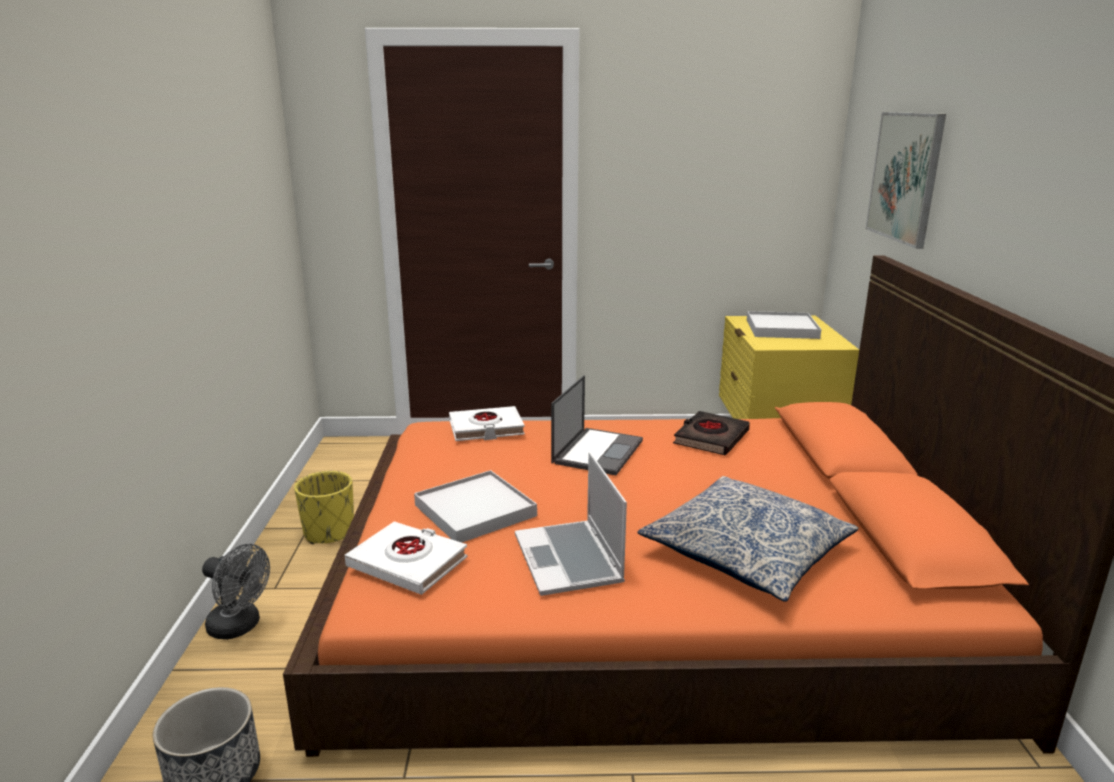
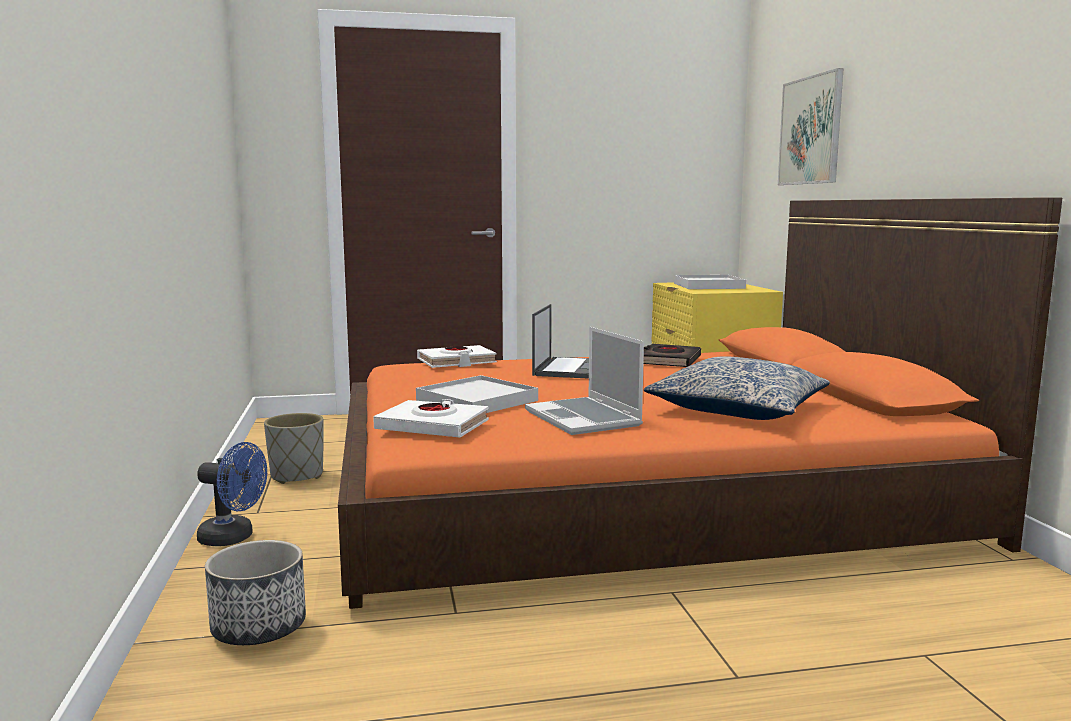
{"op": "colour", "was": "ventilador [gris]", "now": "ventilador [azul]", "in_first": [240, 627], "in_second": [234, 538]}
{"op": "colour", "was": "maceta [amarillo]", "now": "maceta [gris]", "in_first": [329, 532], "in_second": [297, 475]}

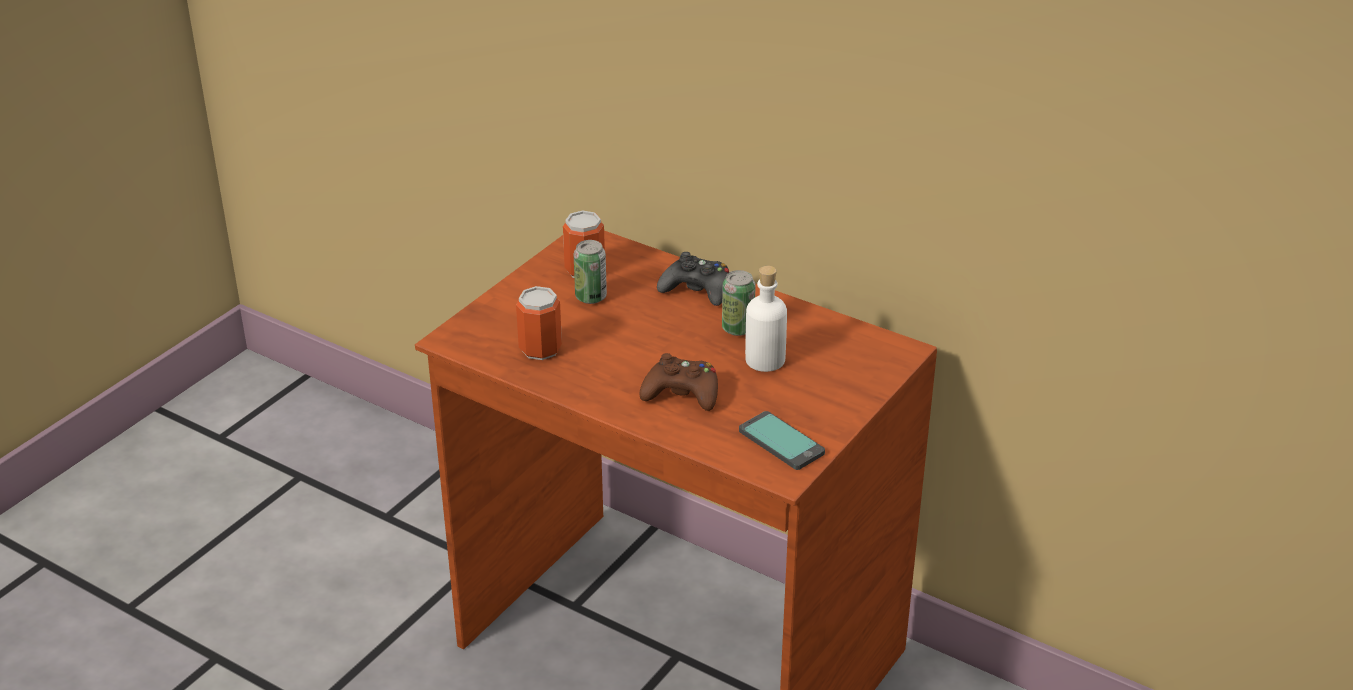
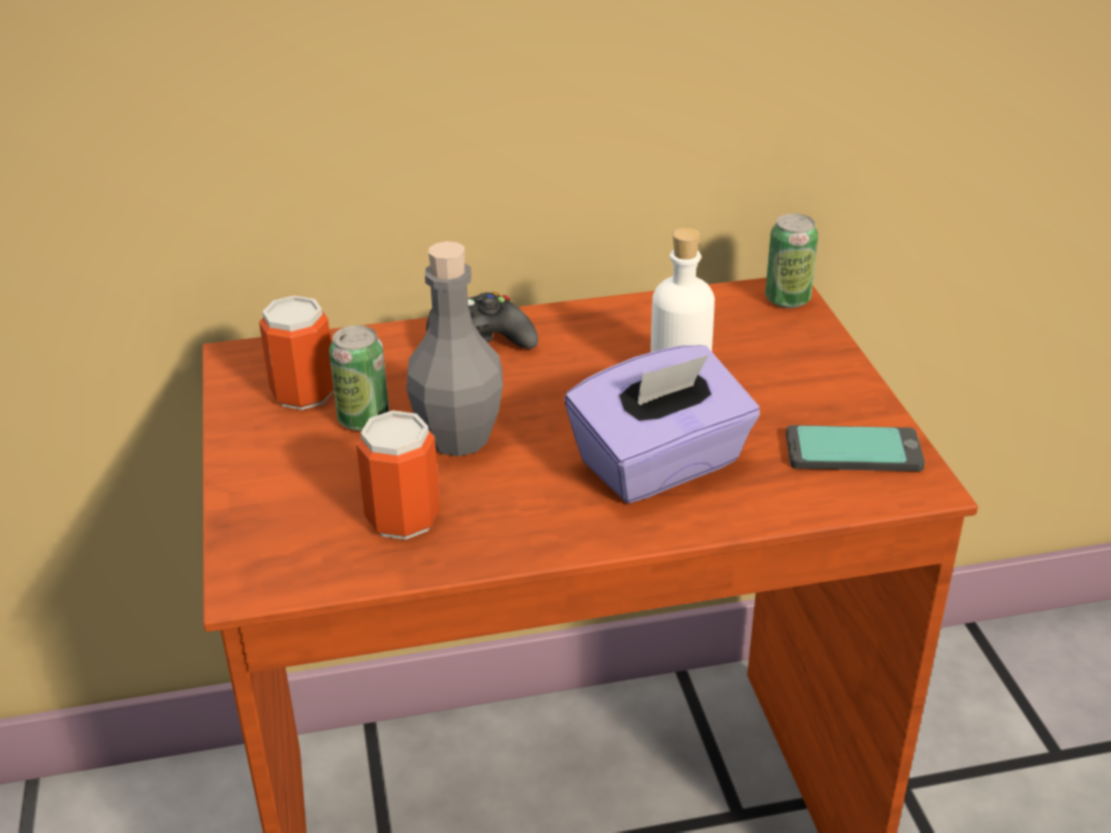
{"op": "exchanged", "was": "mando de consola [marrón]", "now": "caja de pañuelos [morado]", "in_first": [682, 393], "in_second": [661, 465]}
{"op": "relocated", "was": "lata", "in_first": [738, 328], "in_second": [787, 299]}
{"op": "appeared", "now": "botella [gris]", "in_second": [458, 438]}

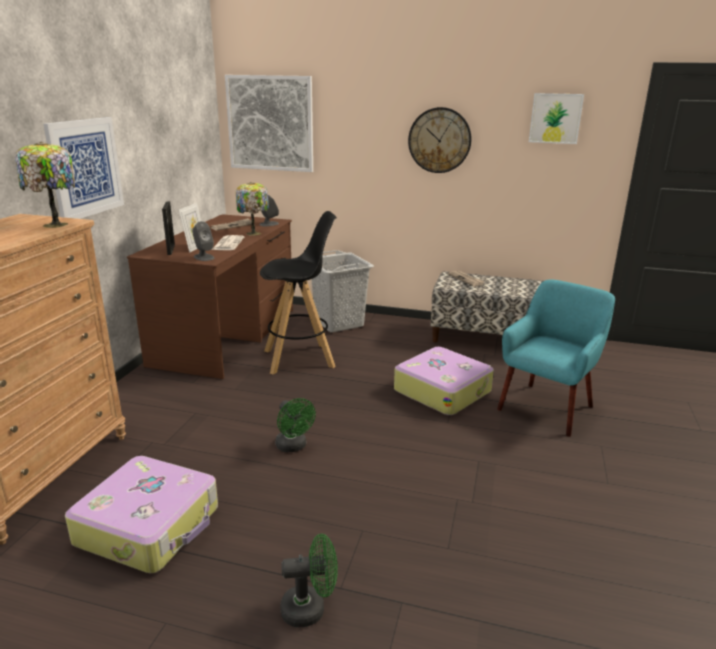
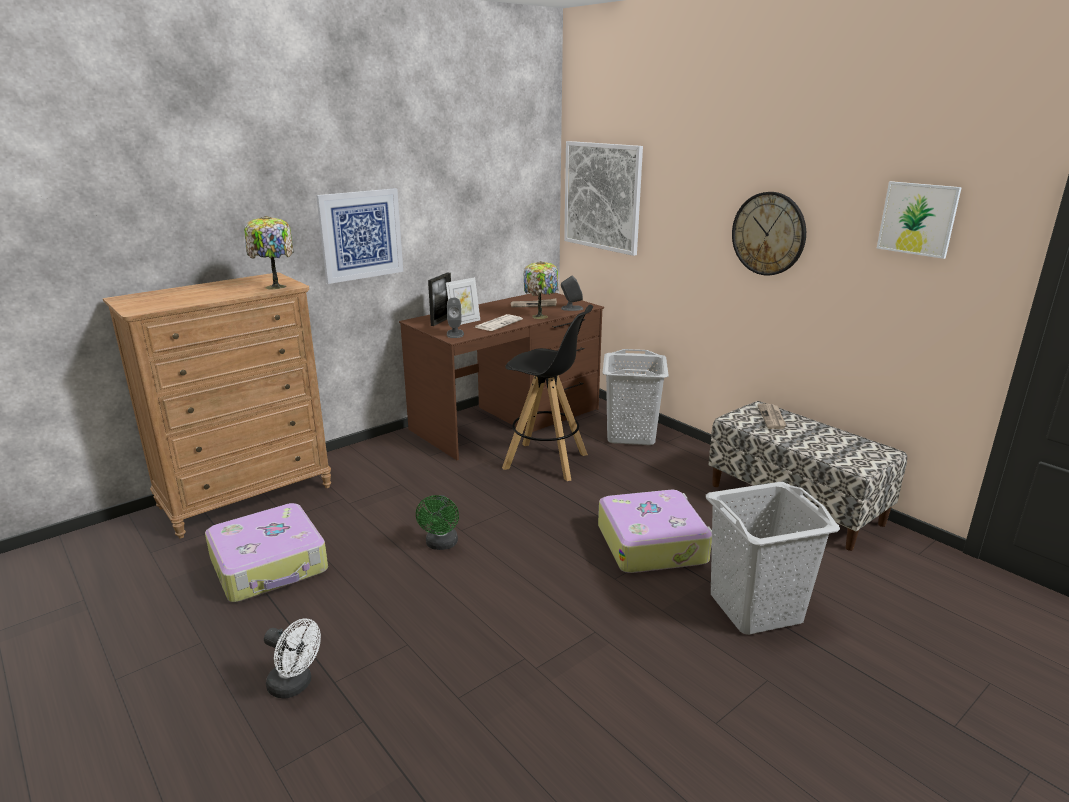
{"op": "colour", "was": "ventilador [verde]", "now": "ventilador [blanco]", "in_first": [310, 608], "in_second": [295, 685]}
{"op": "exchanged", "was": "sillón [turquesa]", "now": "cesto de la ropa [gris]", "in_first": [547, 408], "in_second": [756, 608]}

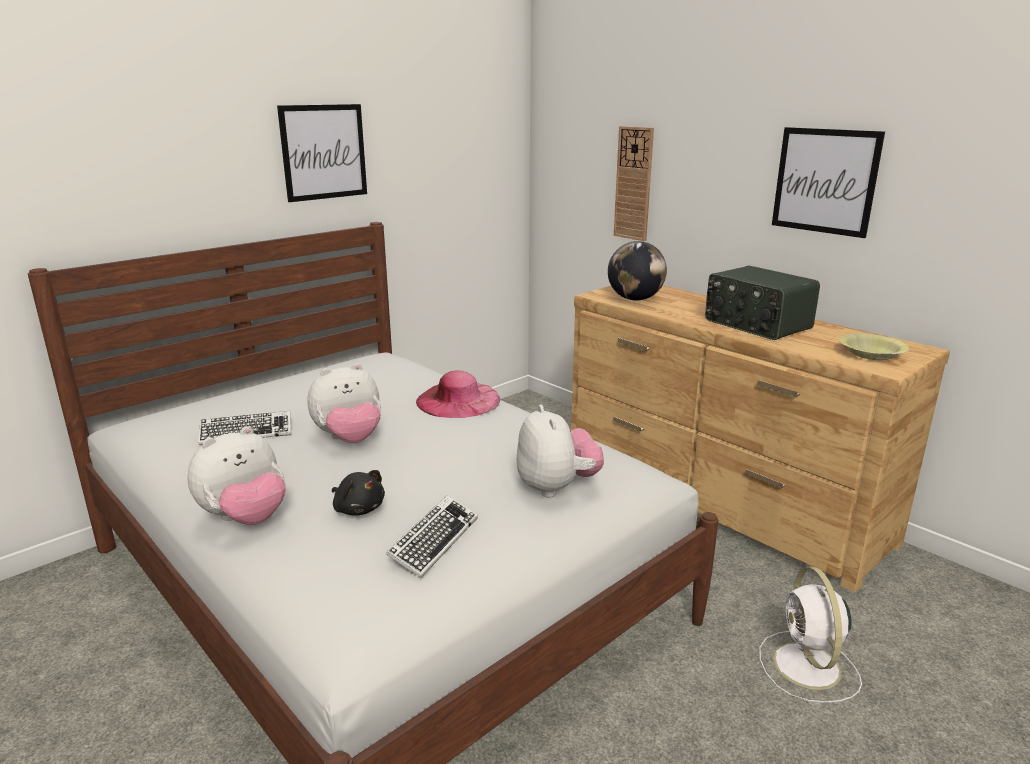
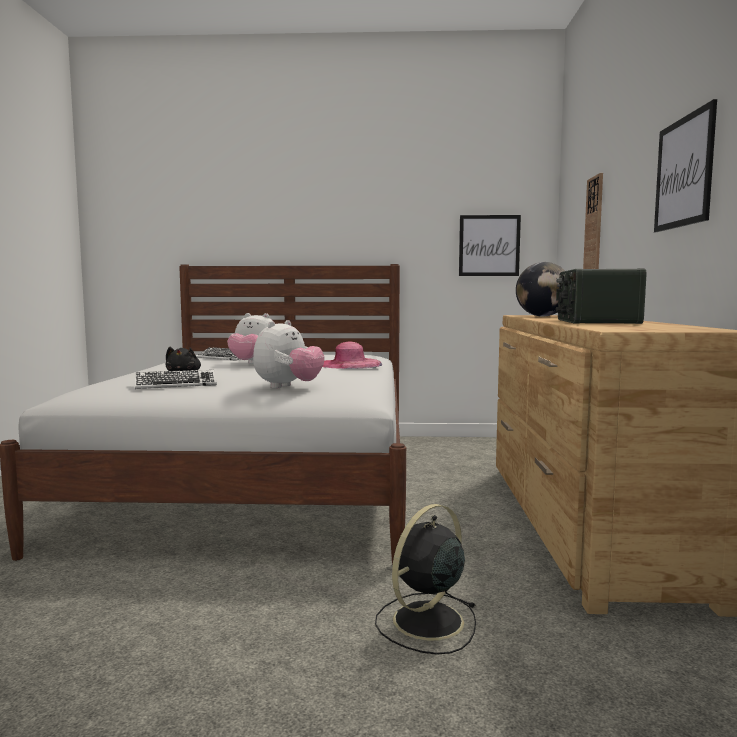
{"op": "missing", "was": "peluche", "in_first": [245, 518]}
{"op": "relocated", "was": "cuadro", "in_first": [324, 152], "in_second": [489, 245]}
{"op": "colour", "was": "ventilador [blanco]", "now": "ventilador [negro]", "in_first": [808, 668], "in_second": [426, 622]}
{"op": "missing", "was": "cuenco [amarillo]", "in_first": [871, 355]}

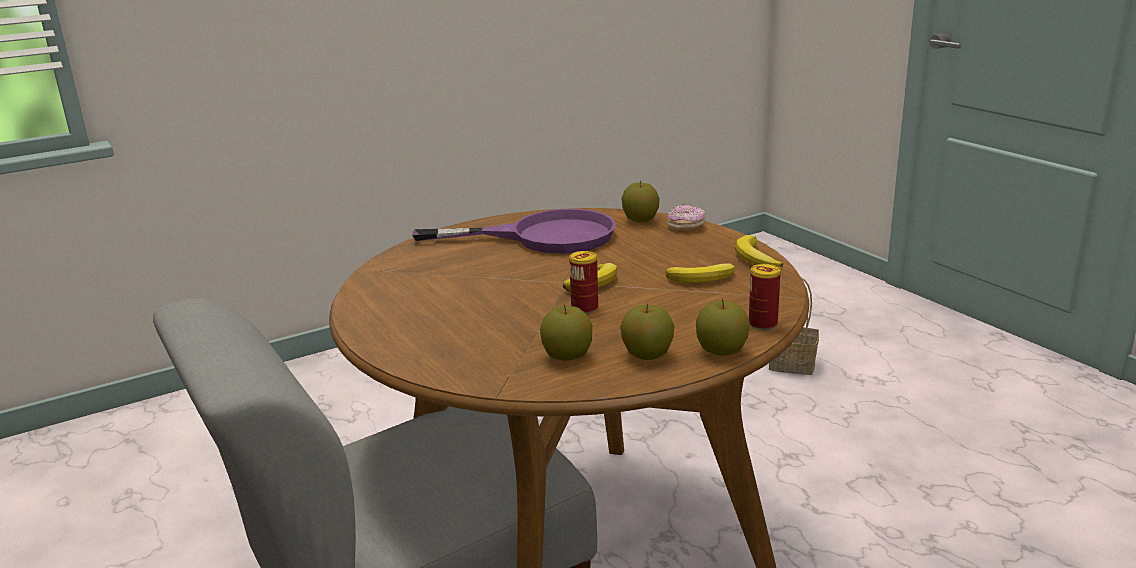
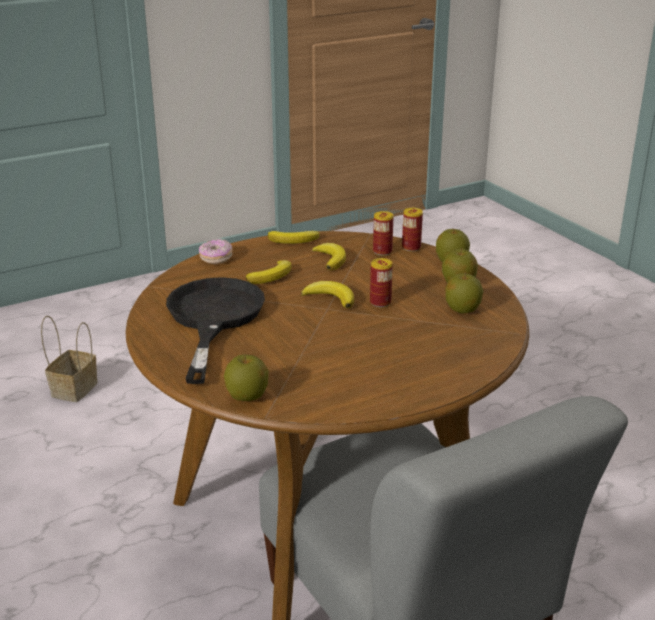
{"op": "colour", "was": "sartén [morado]", "now": "sartén [negro]", "in_first": [543, 237], "in_second": [213, 318]}
{"op": "relocated", "was": "manzana", "in_first": [640, 220], "in_second": [247, 396]}
{"op": "appeared", "now": "plátano", "in_second": [272, 276]}
{"op": "appeared", "now": "lata", "in_second": [382, 251]}

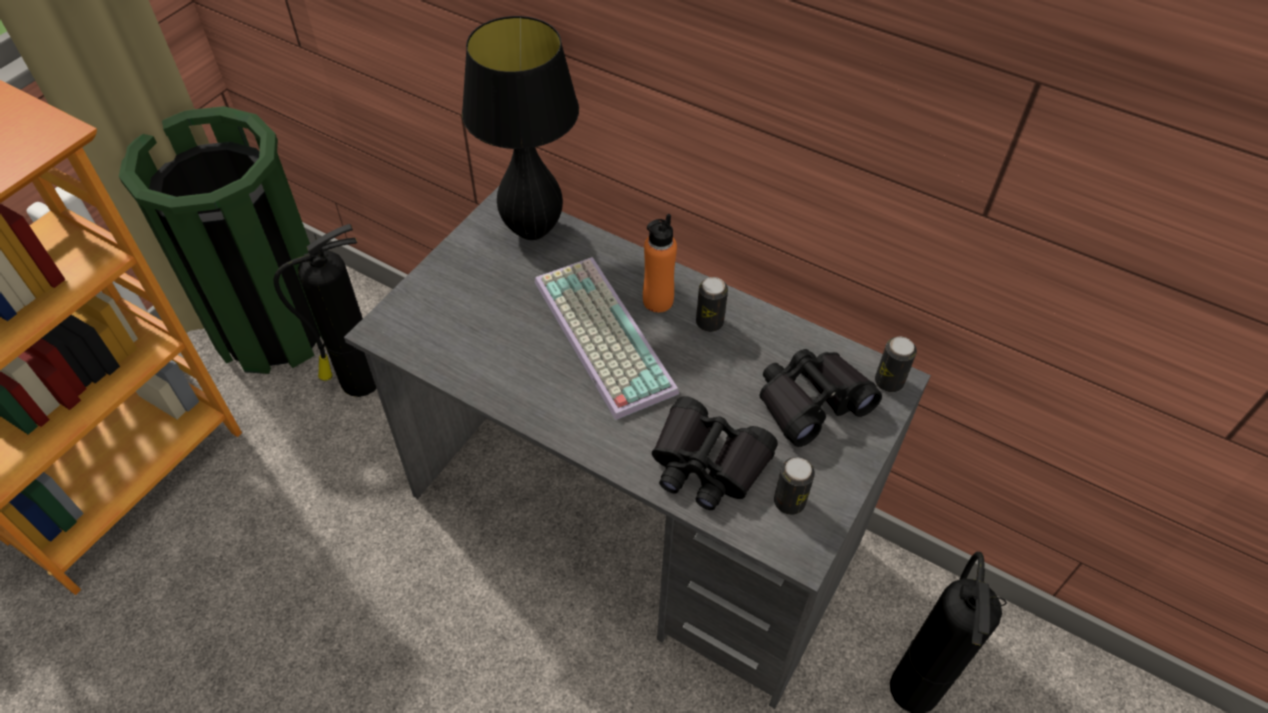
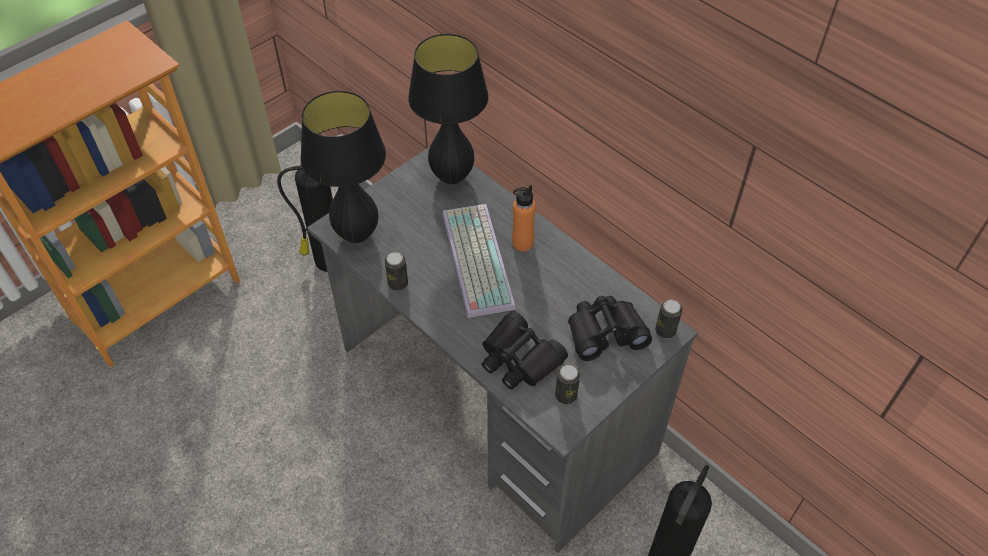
{"op": "missing", "was": "papelera [verde]", "in_first": [275, 326]}
{"op": "relocated", "was": "lata", "in_first": [709, 322], "in_second": [398, 283]}
{"op": "appeared", "now": "lámpara de mesa [negro]", "in_second": [356, 235]}

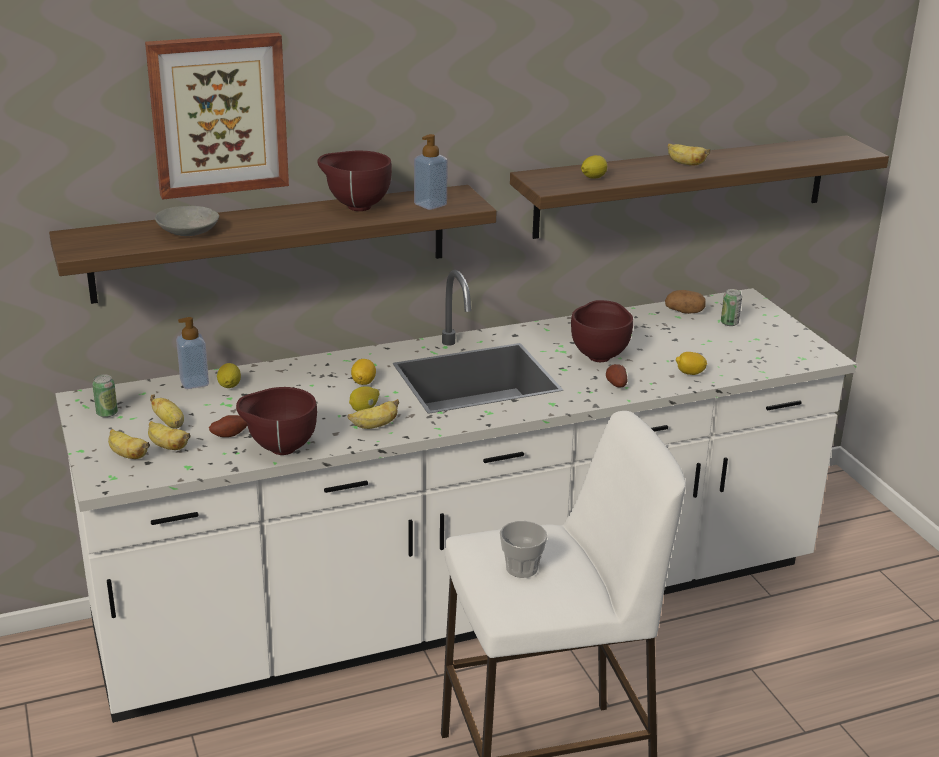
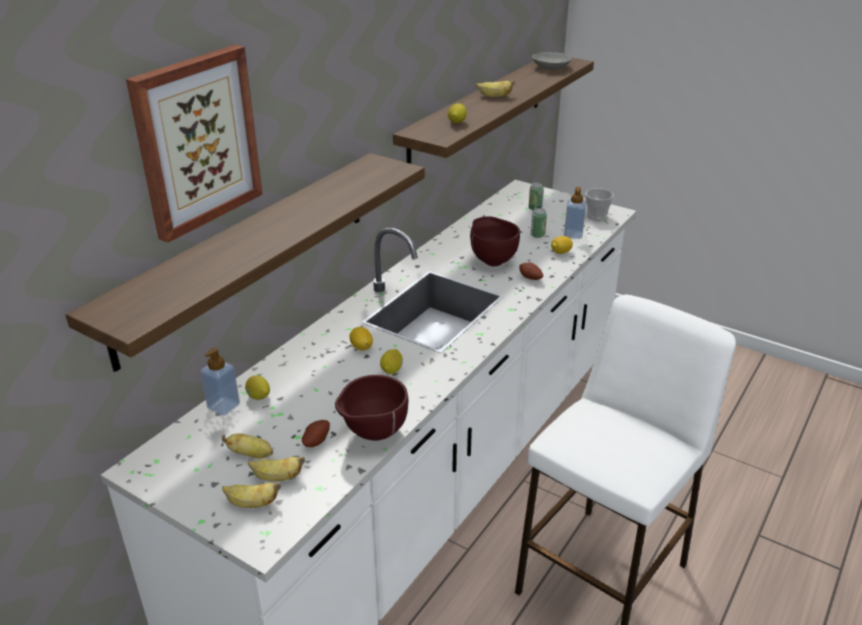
{"op": "relocated", "was": "lata", "in_first": [107, 413], "in_second": [537, 235]}
{"op": "relocated", "was": "cuenco [gris]", "in_first": [189, 231], "in_second": [551, 67]}
{"op": "missing", "was": "cuenco [marrón]", "in_first": [355, 207]}
{"op": "missing", "was": "plátano", "in_first": [374, 426]}
{"op": "relocated", "was": "dispensador de jabón", "in_first": [430, 204], "in_second": [573, 234]}
{"op": "relocated", "was": "taza", "in_first": [521, 568], "in_second": [596, 216]}
{"op": "missing", "was": "patata", "in_first": [684, 312]}

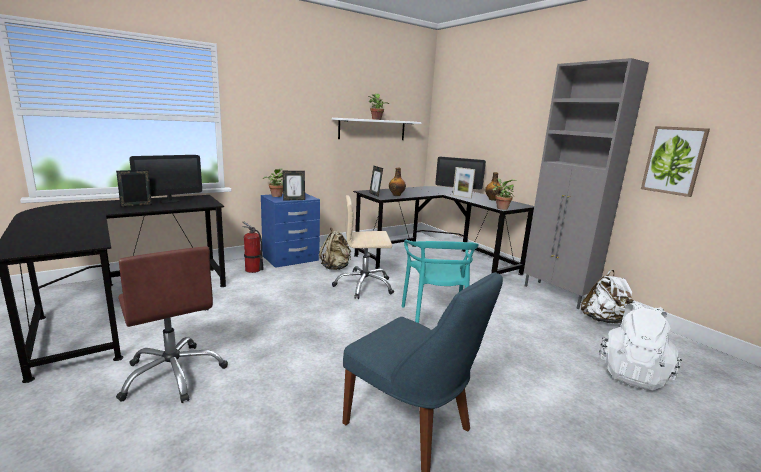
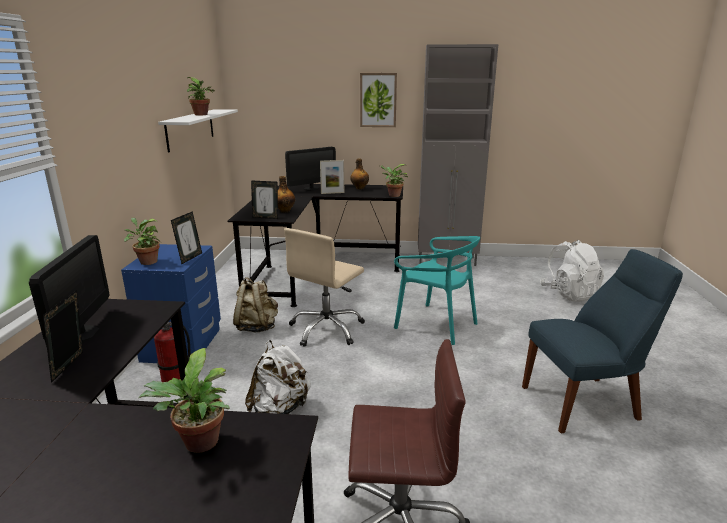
{"op": "relocated", "was": "mochila [blanco]", "in_first": [604, 320], "in_second": [279, 408]}
{"op": "relocated", "was": "cuadro", "in_first": [674, 160], "in_second": [378, 100]}
{"op": "appeared", "now": "planta en maceta", "in_second": [199, 445]}

